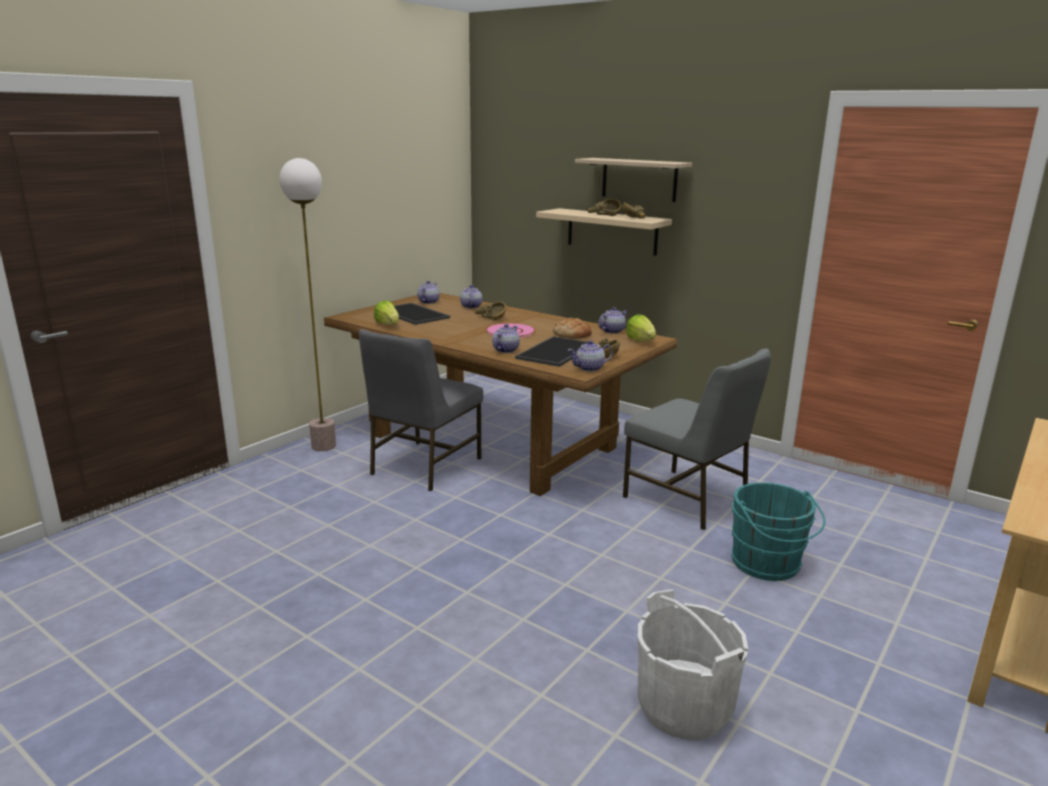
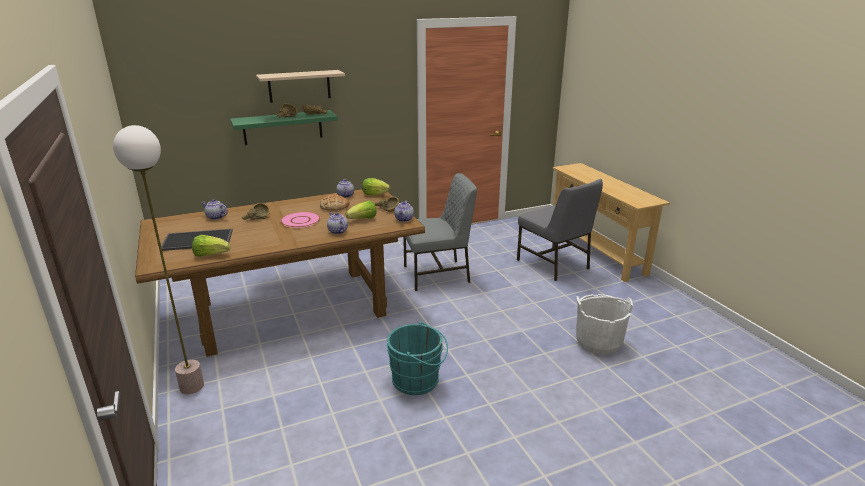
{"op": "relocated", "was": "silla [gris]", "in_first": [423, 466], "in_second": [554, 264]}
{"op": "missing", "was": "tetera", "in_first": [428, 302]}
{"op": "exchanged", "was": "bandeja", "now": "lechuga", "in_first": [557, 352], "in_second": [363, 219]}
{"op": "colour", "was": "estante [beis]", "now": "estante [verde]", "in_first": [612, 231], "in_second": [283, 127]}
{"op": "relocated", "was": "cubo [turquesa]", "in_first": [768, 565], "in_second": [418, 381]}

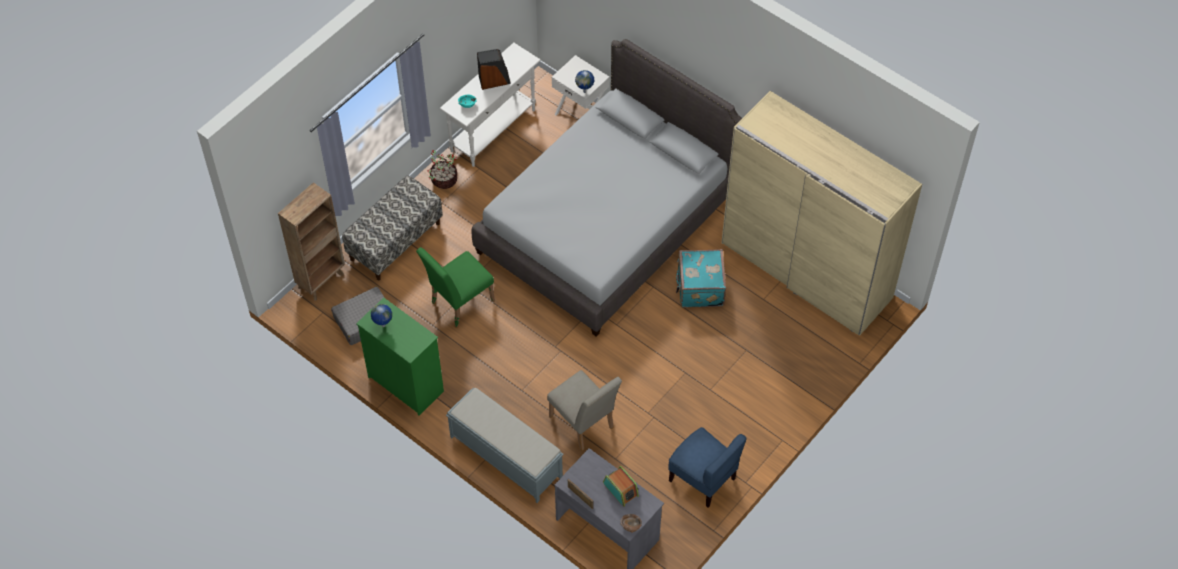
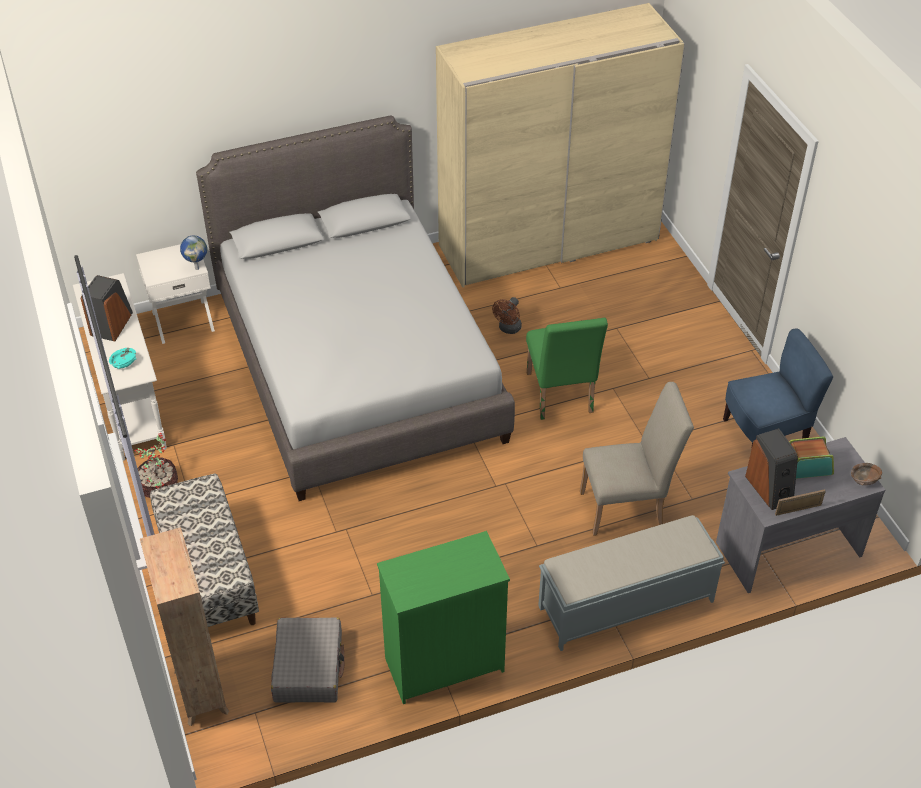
{"op": "missing", "was": "globo terráqueo", "in_first": [383, 326]}
{"op": "relocated", "was": "silla [verde]", "in_first": [458, 304], "in_second": [560, 397]}
{"op": "exchanged", "was": "maleta [turquesa]", "now": "ventilador [marrón]", "in_first": [699, 288], "in_second": [508, 329]}
{"op": "appeared", "now": "altavoz", "in_second": [770, 488]}

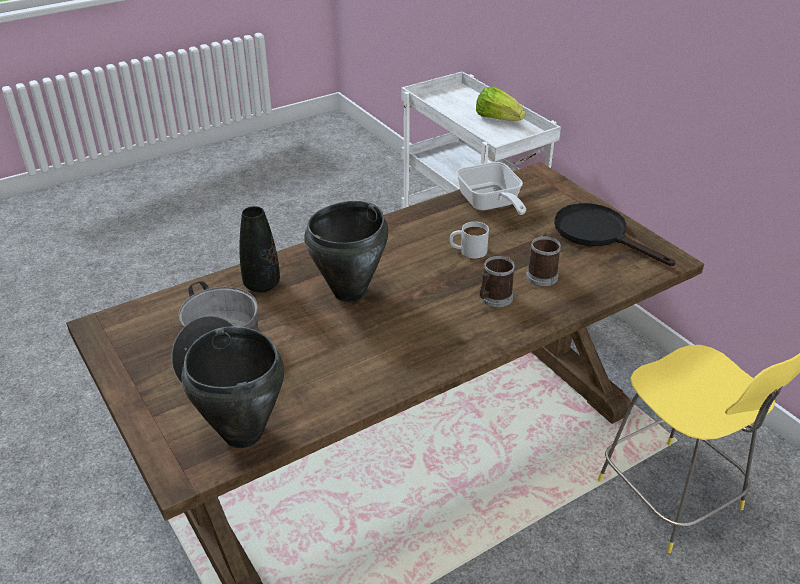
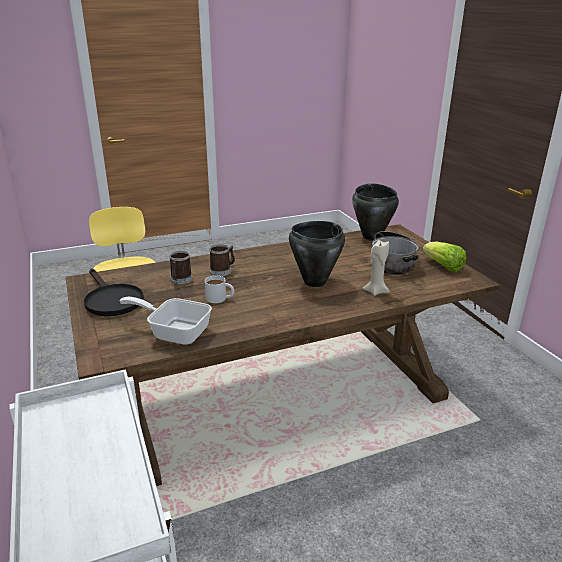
{"op": "exchanged", "was": "florero [negro]", "now": "vela [beis]", "in_first": [262, 285], "in_second": [375, 291]}
{"op": "spun", "was": "sartén", "in_first": [490, 205], "in_second": [174, 332], "clockwise": -60}
{"op": "relocated", "was": "lechuga", "in_first": [498, 119], "in_second": [443, 267]}

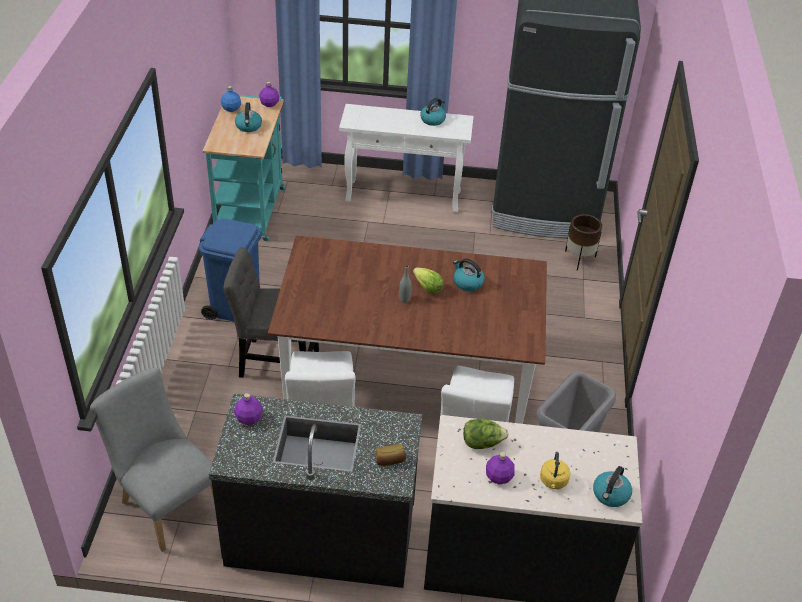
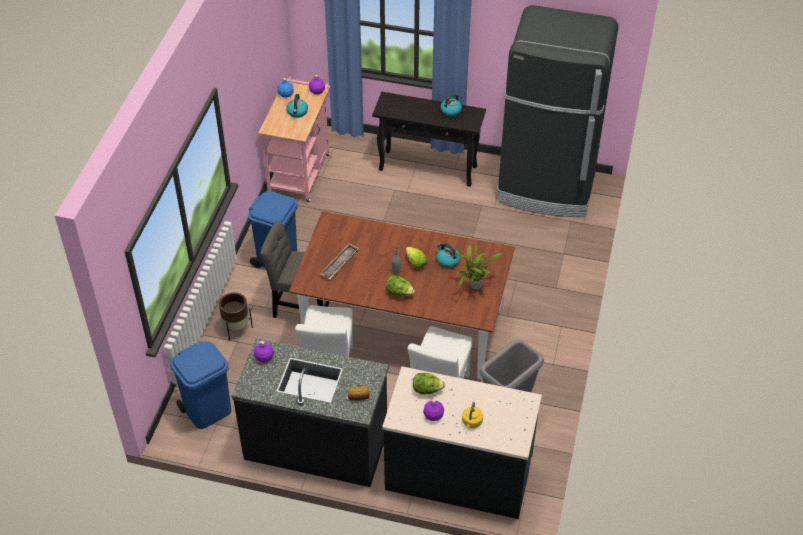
{"op": "exchanged", "was": "silla [gris]", "now": "papelera [azul]", "in_first": [166, 503], "in_second": [208, 410]}
{"op": "colour", "was": "carrito [turquesa]", "now": "carrito [rosa]", "in_first": [251, 208], "in_second": [300, 172]}
{"op": "colour", "was": "mesa consola [blanco]", "now": "mesa consola [negro]", "in_first": [404, 196], "in_second": [429, 168]}
{"op": "relocated", "was": "maceta [marrón]", "in_first": [579, 259], "in_second": [236, 329]}
{"op": "missing", "was": "hervidor", "in_first": [610, 495]}
{"op": "appeared", "now": "bandeja", "in_second": [339, 263]}
{"op": "appeared", "now": "lechuga", "in_second": [399, 293]}
{"op": "appeared", "now": "planta en maceta", "in_second": [474, 286]}

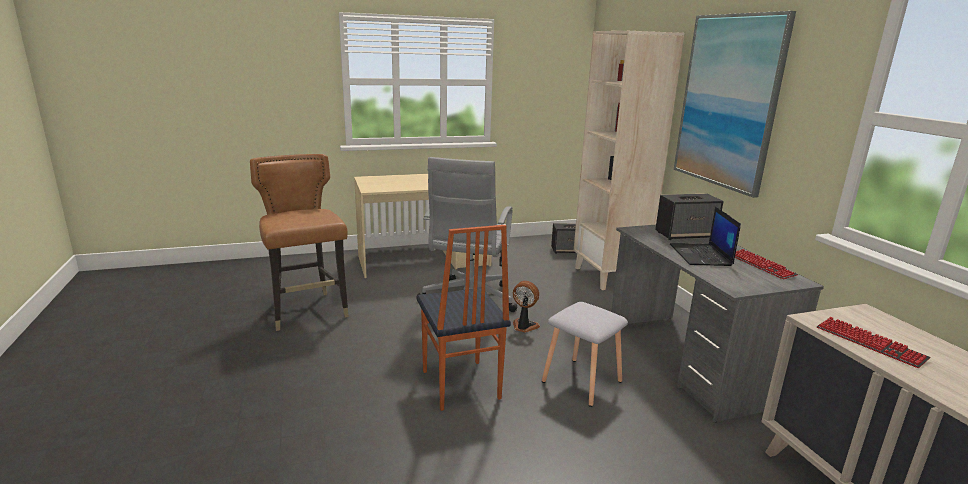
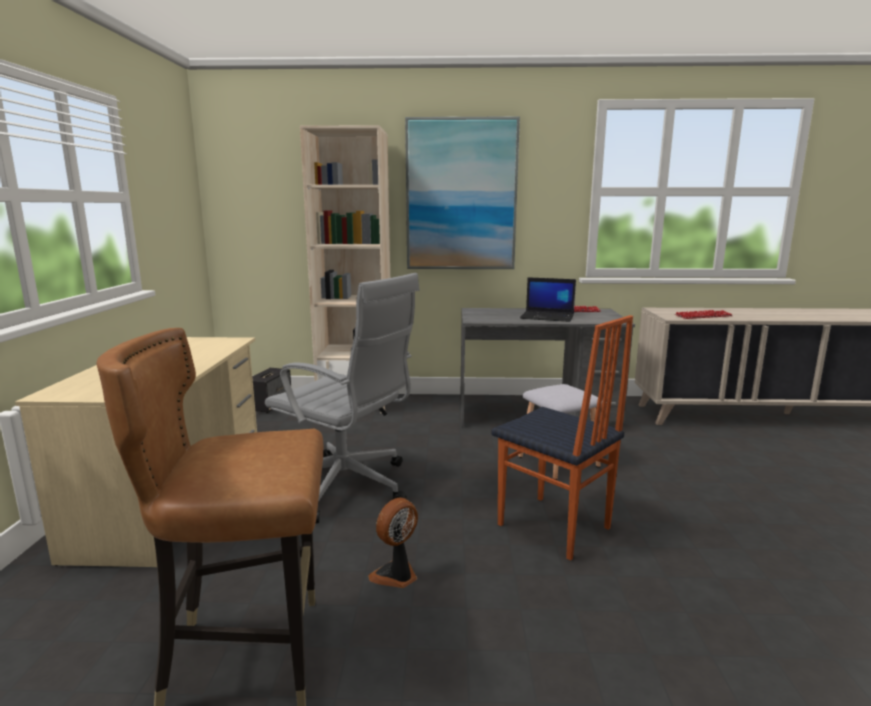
{"op": "spun", "was": "silla", "in_first": [459, 385], "in_second": [553, 527], "clockwise": 45}
{"op": "relocated", "was": "ventilador", "in_first": [524, 327], "in_second": [396, 576]}
{"op": "missing", "was": "altavoz", "in_first": [685, 235]}

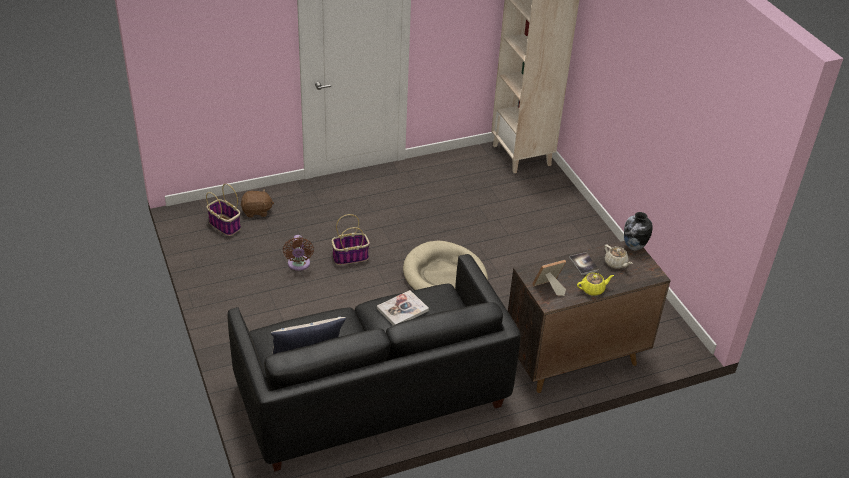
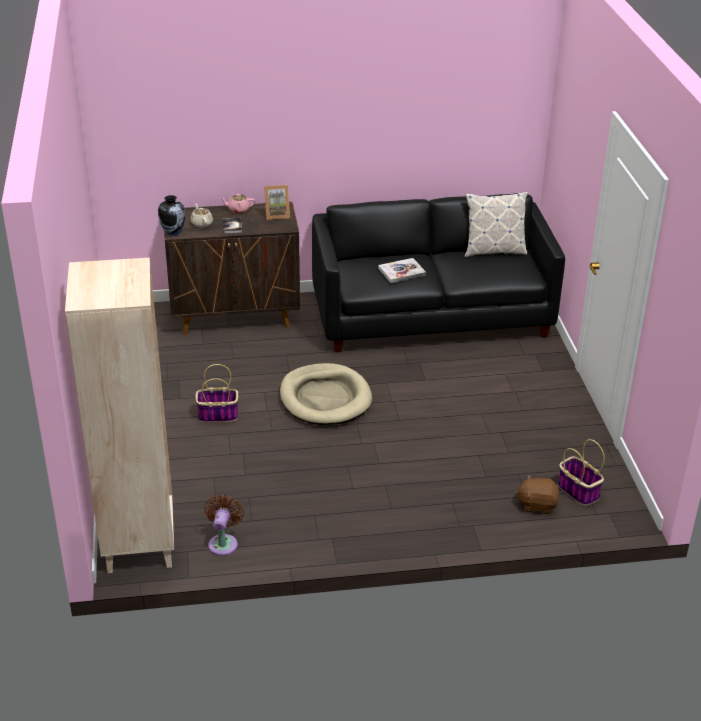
{"op": "relocated", "was": "ventilador [marrón]", "in_first": [299, 265], "in_second": [223, 542]}
{"op": "relocated", "was": "cesta", "in_first": [350, 257], "in_second": [217, 415]}
{"op": "colour", "was": "tetera [amarillo]", "now": "tetera [rosa]", "in_first": [593, 289], "in_second": [238, 209]}

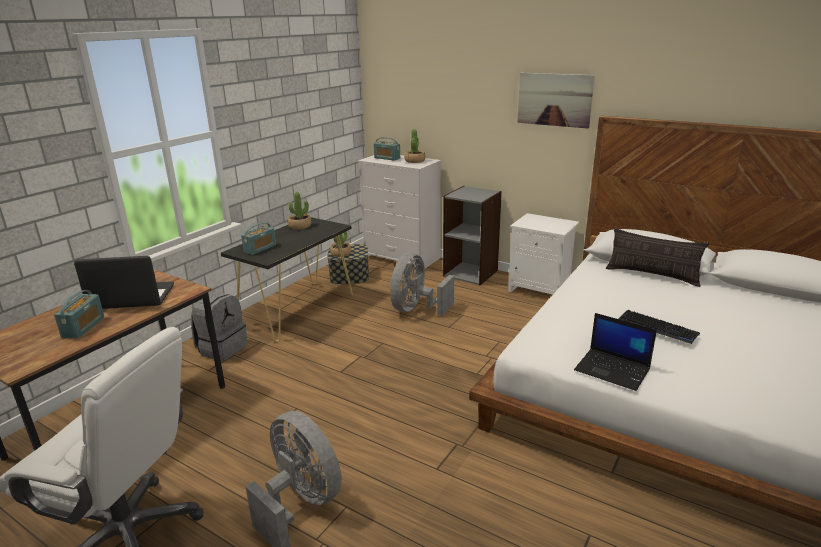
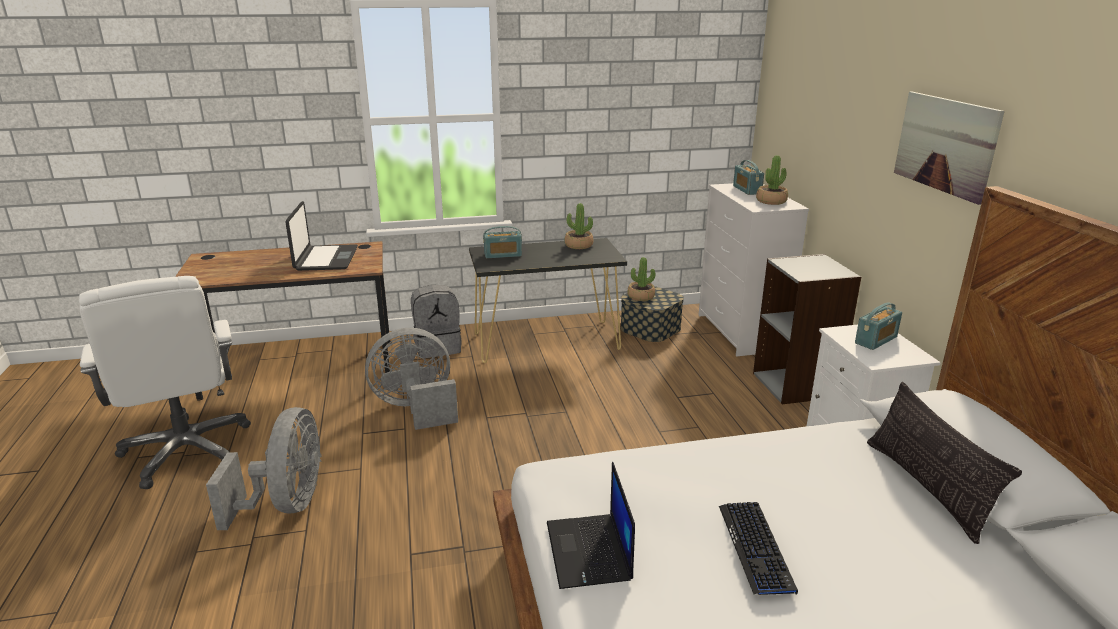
{"op": "relocated", "was": "radio", "in_first": [83, 327], "in_second": [876, 340]}
{"op": "spun", "was": "portátil", "in_first": [132, 298], "in_second": [325, 259], "clockwise": 45}
{"op": "relocated", "was": "ventilador [gris]", "in_first": [416, 309], "in_second": [416, 408]}

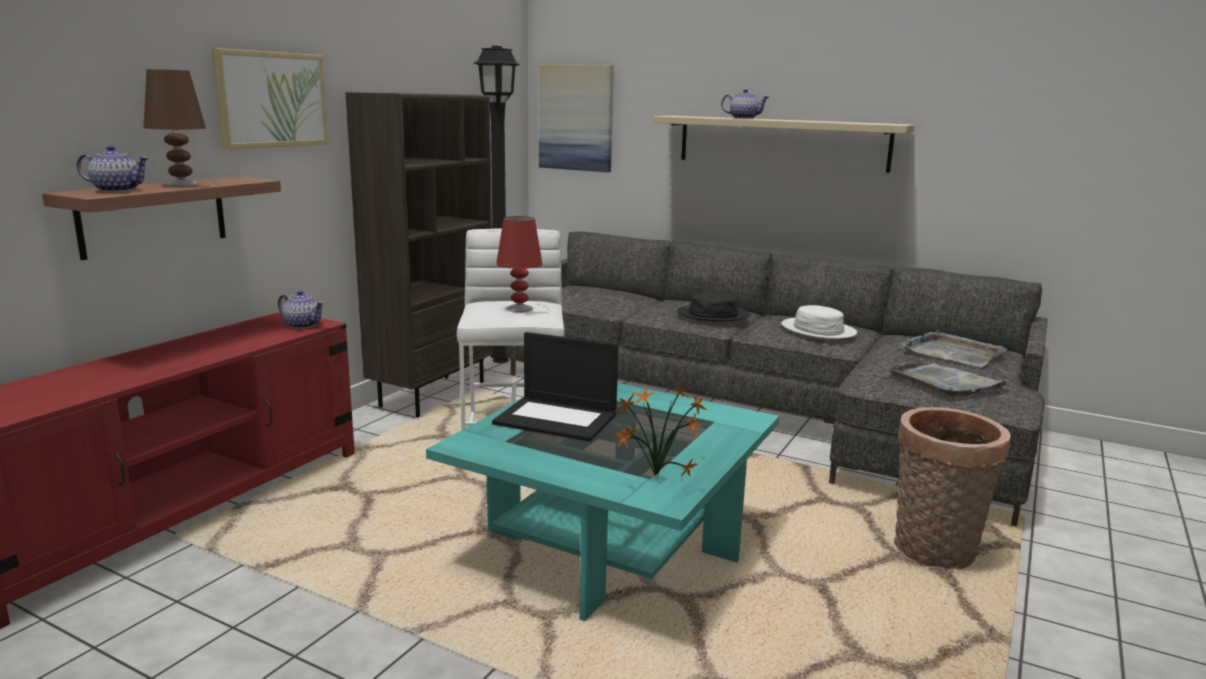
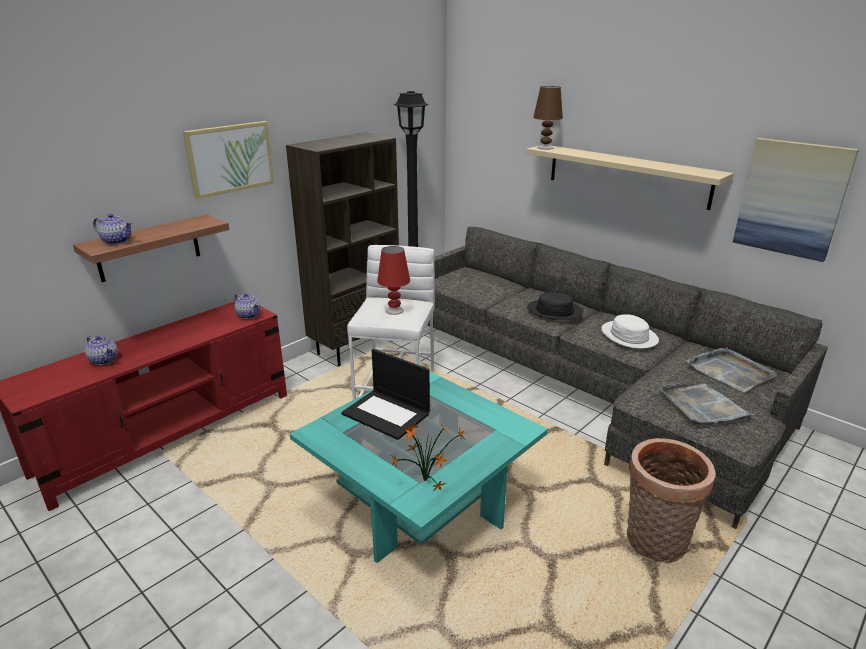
{"op": "relocated", "was": "lámpara de mesa [marrón]", "in_first": [181, 185], "in_second": [545, 148]}
{"op": "relocated", "was": "cuadro", "in_first": [576, 118], "in_second": [791, 198]}
{"op": "relocated", "was": "tetera", "in_first": [743, 118], "in_second": [104, 360]}

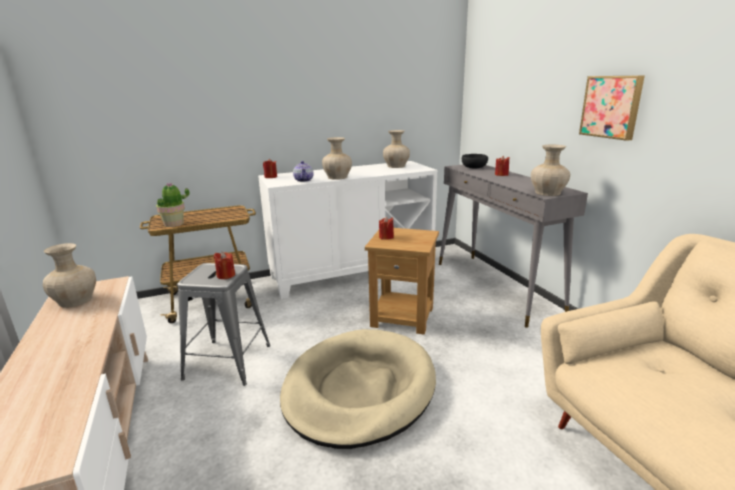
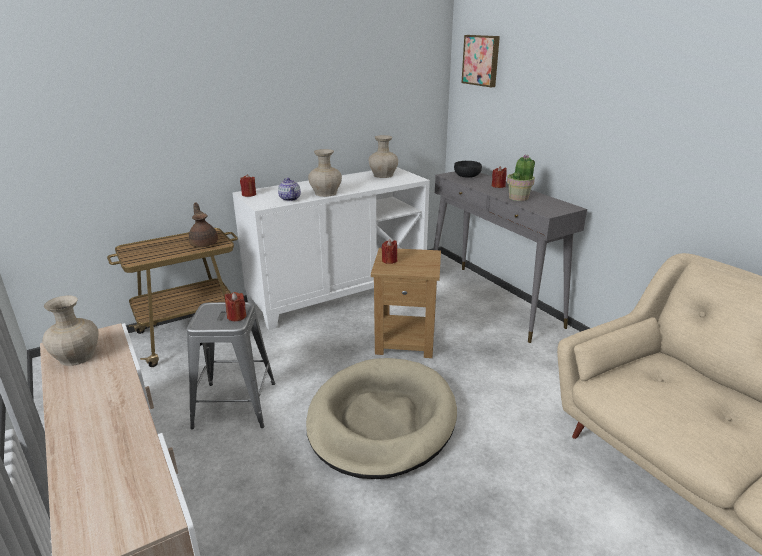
{"op": "relocated", "was": "planta en maceta", "in_first": [174, 224], "in_second": [519, 198]}
{"op": "missing", "was": "florero [beis]", "in_first": [548, 193]}
{"op": "relocated", "was": "cuadro", "in_first": [611, 107], "in_second": [481, 60]}
{"op": "appeared", "now": "tetera [marrón]", "in_second": [204, 243]}

